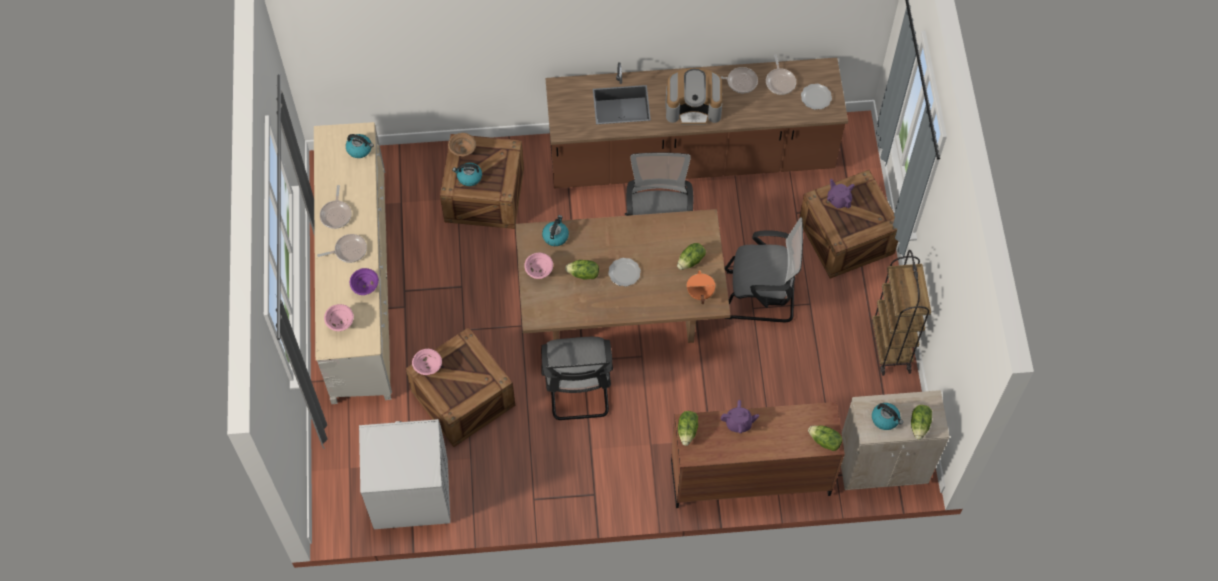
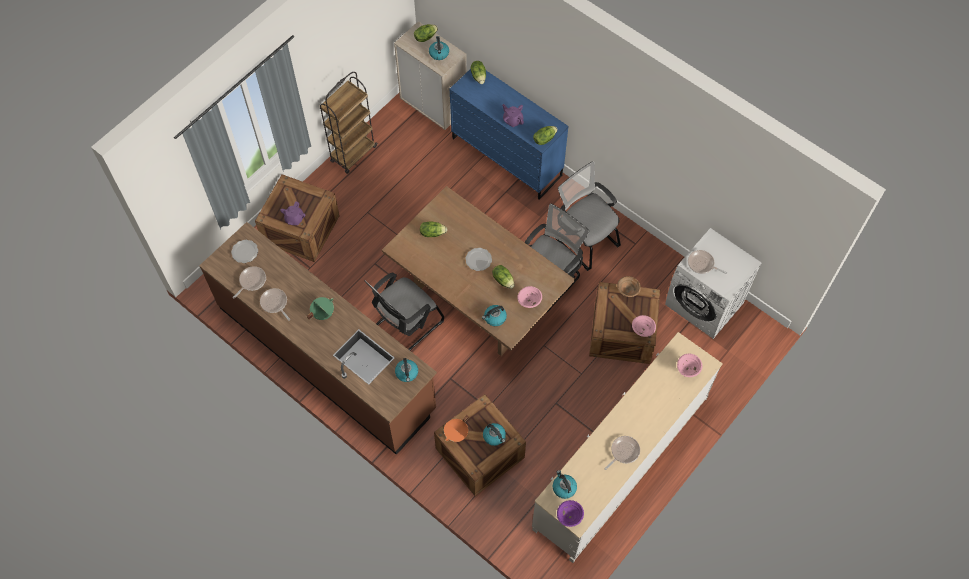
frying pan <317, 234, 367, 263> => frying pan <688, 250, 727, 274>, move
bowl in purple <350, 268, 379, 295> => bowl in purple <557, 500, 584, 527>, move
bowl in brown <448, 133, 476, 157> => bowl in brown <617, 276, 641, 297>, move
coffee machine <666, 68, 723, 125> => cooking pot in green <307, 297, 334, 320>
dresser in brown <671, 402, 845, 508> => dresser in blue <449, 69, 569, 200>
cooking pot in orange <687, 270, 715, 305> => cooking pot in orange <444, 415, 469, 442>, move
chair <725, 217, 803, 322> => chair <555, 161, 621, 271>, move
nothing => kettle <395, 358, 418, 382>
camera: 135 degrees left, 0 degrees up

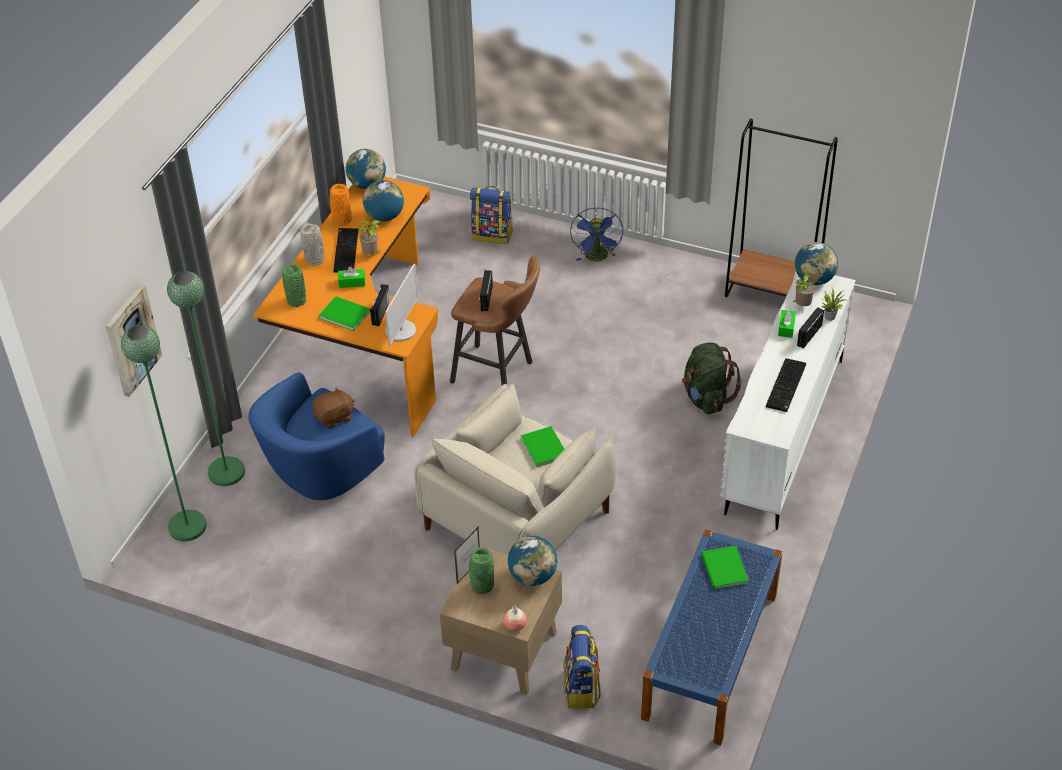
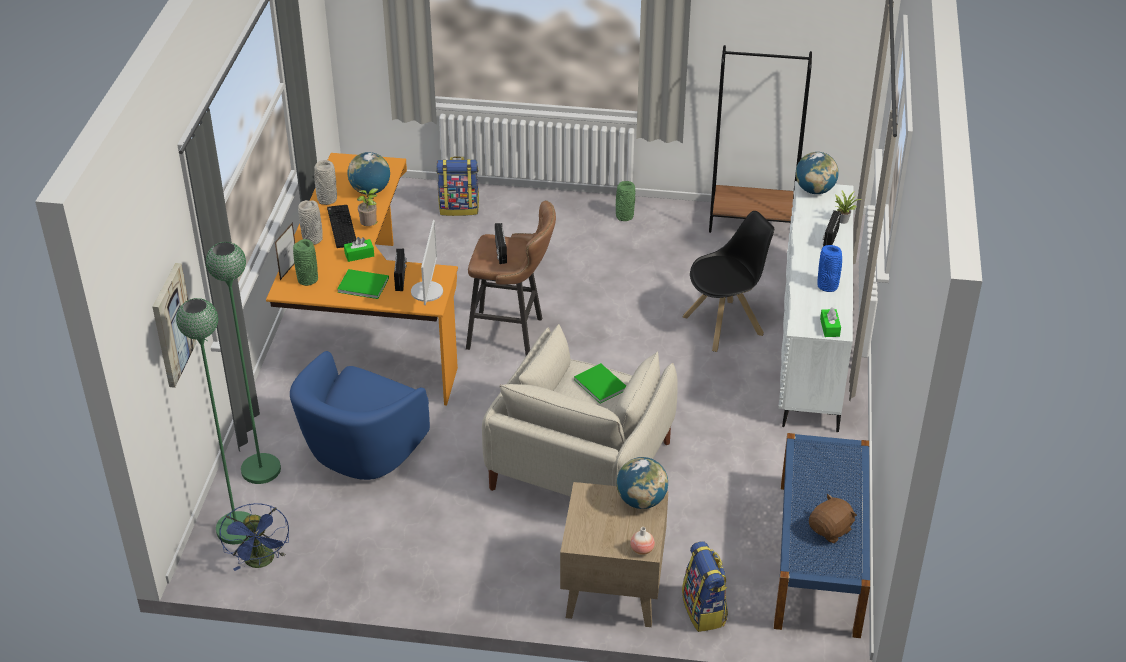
plush toy in brown <313, 387, 355, 428> => plush toy in brown <809, 494, 857, 543>, move
vase in orange <330, 184, 352, 226> => vase in grey <314, 160, 337, 205>
globe <346, 149, 386, 189> => nothing
picture frame <454, 527, 480, 584> => picture frame <275, 222, 295, 280>, move
vase in green <469, 547, 494, 594> => vase in green <616, 181, 636, 221>, move
fan in blue <570, 208, 623, 262> => fan in blue <220, 503, 289, 571>, move
backpack in green <682, 342, 742, 414> => chair in black <683, 211, 774, 352>
book in green <701, 546, 749, 589> => nothing
keyboard <766, 358, 806, 412> => vase in blue <817, 245, 842, 292>
tissue box in green <778, 309, 796, 338> => tissue box in green <820, 307, 841, 337>, move
potted plant <792, 268, 815, 306> => nothing
camera: 15 degrees left, 5 degrees down

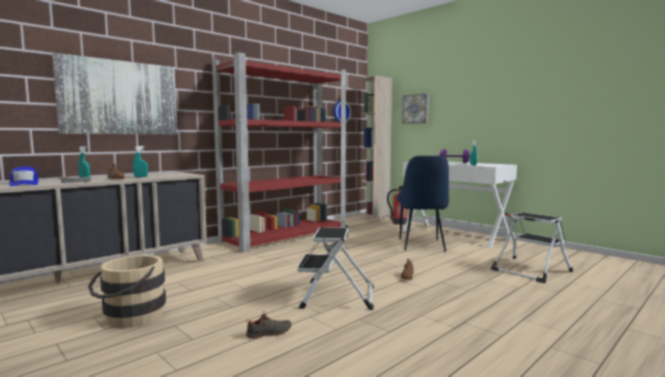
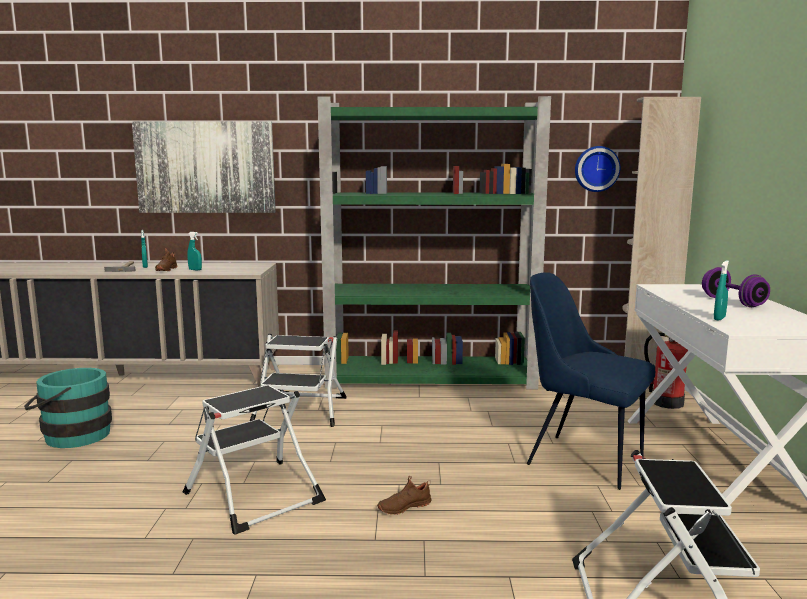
cap in blue <9, 166, 39, 186> => nothing
bucket in beige <88, 255, 166, 328> => bucket in turquoise <24, 368, 112, 448>
bookcase in red <212, 52, 346, 252> => bookcase in green <318, 96, 551, 390>
shoe in black <246, 311, 292, 339> => nothing
chair in blue <397, 156, 449, 252> => chair in blue <527, 272, 655, 490>, 75 degrees clockwise
picture <402, 93, 429, 124> => nothing
nothing => step ladder <250, 334, 347, 427>
camera: 45 degrees right, 5 degrees up

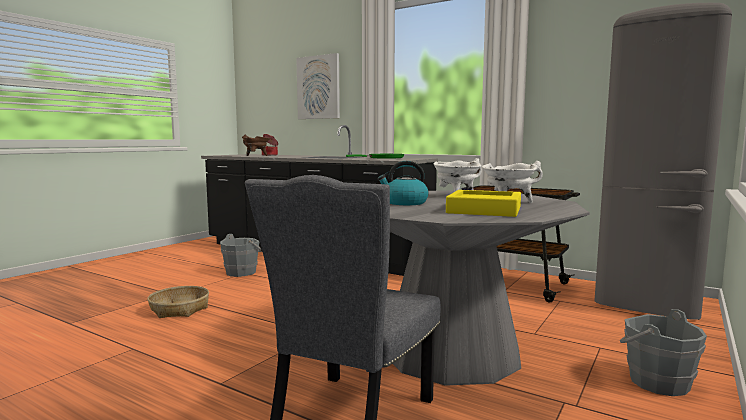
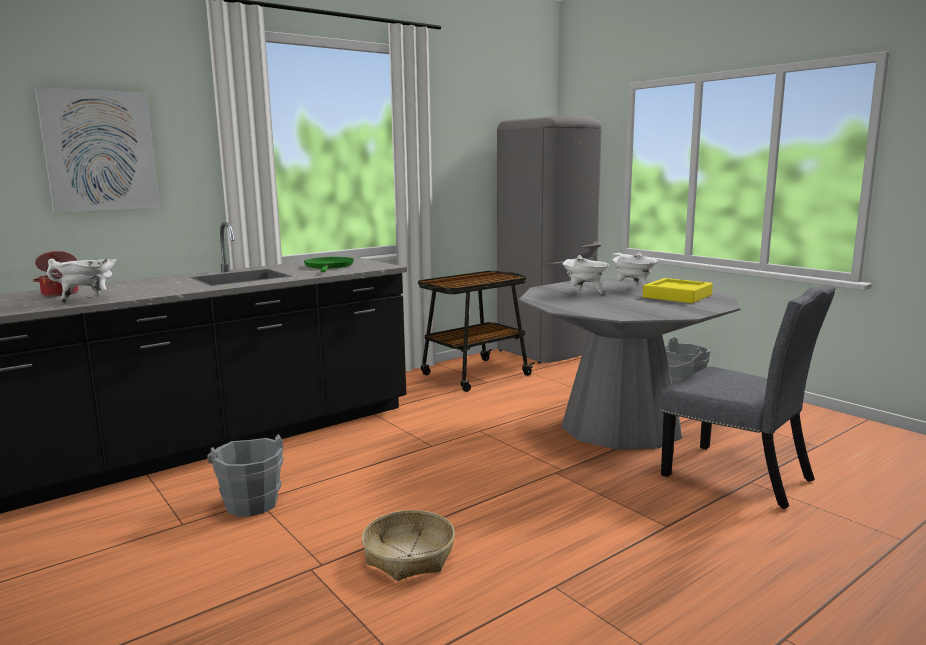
cooking pot in brown <242, 135, 270, 156> => cooking pot in white <47, 259, 116, 303>
kettle <377, 161, 429, 205> => nothing
camera: 70 degrees left, 5 degrees up

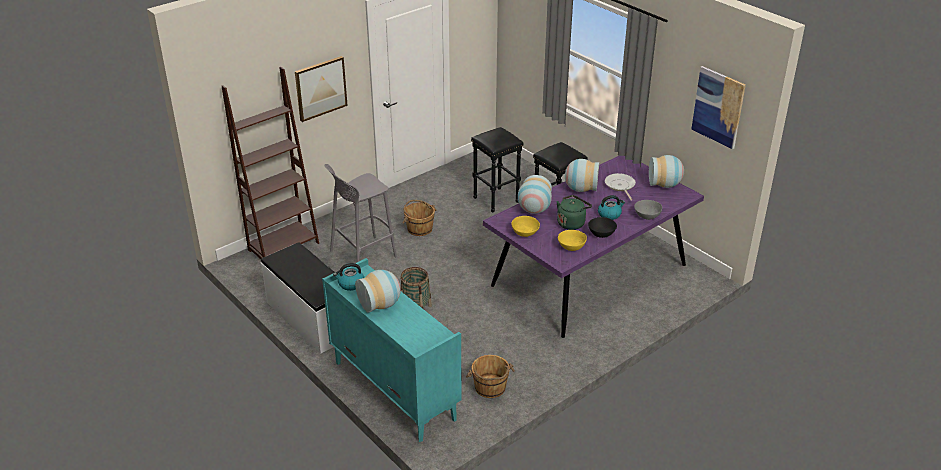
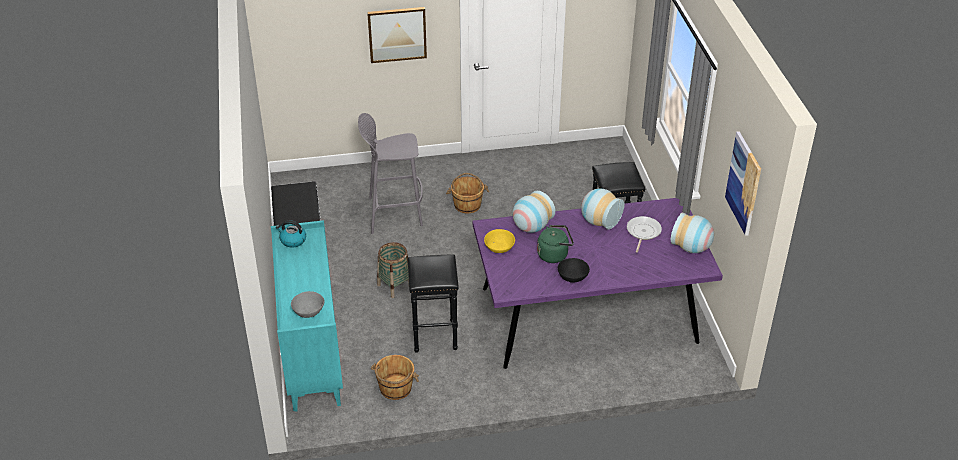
bookcase in brown <222, 67, 319, 259> => nothing
vase <355, 270, 401, 313> => nothing
stool in black <471, 127, 523, 212> => stool in black <408, 254, 459, 353>, move
bowl in yellow <558, 230, 587, 251> => nothing
kettle <598, 195, 625, 220> => nothing
bowl in grey <634, 200, 662, 220> => bowl in grey <291, 291, 324, 318>, move
camera: 30 degrees right, 5 degrees up

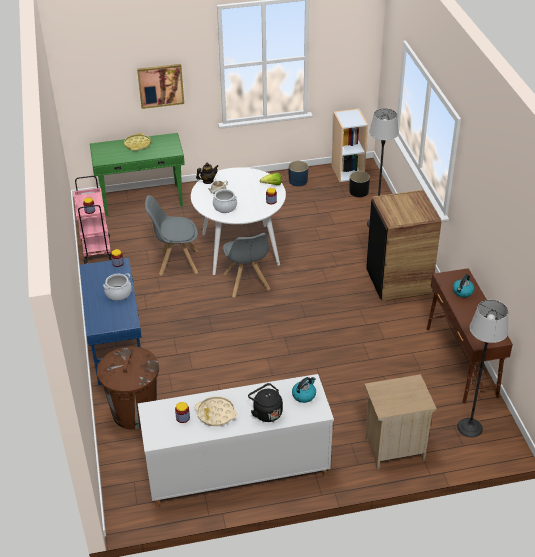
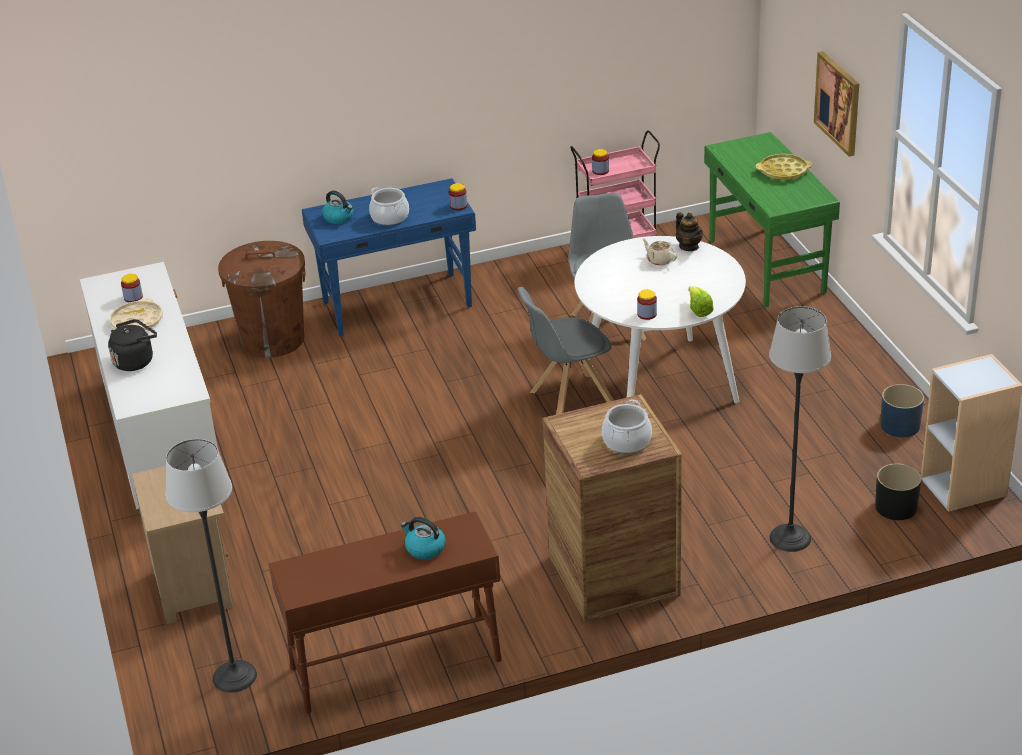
cooking pot <212, 189, 237, 213> => cooking pot <602, 400, 652, 453>, move
kettle <292, 377, 316, 403> => kettle <322, 190, 354, 224>, move
camera: 85 degrees right, 5 degrees down

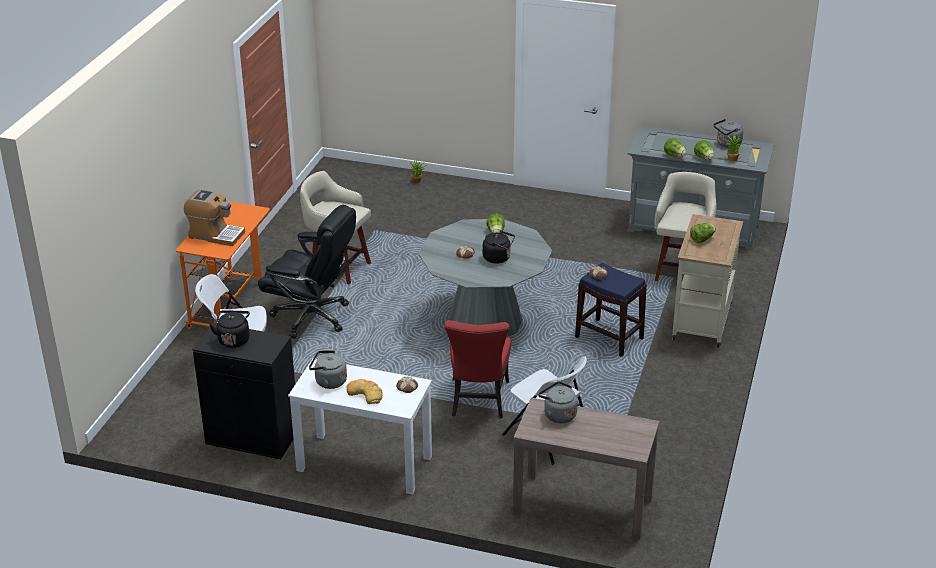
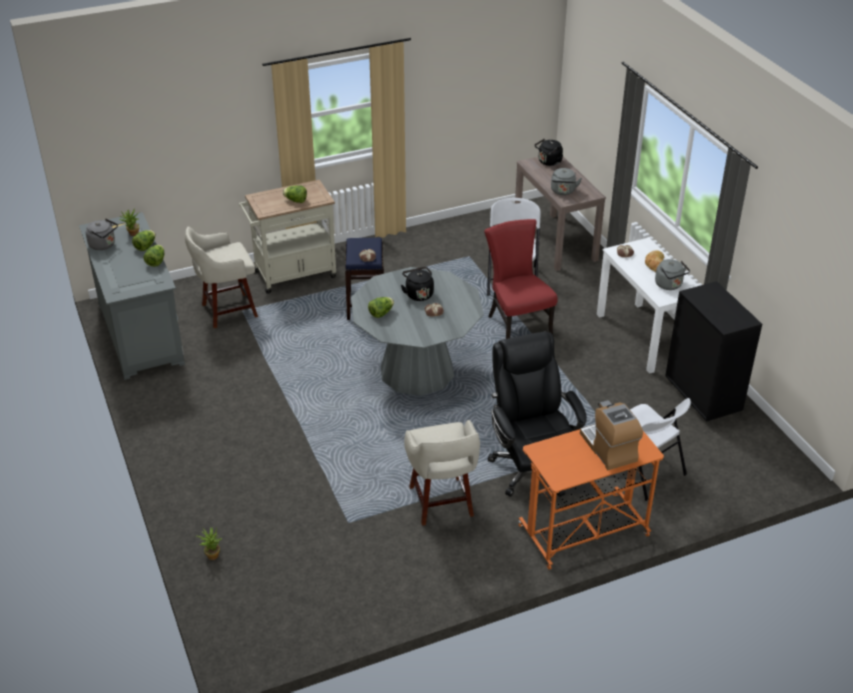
kettle in black <209, 310, 250, 348> => kettle in black <535, 139, 563, 166>, move
chair in red <444, 320, 512, 419> => chair in red <484, 219, 558, 339>, 75 degrees counterclockwise
camera: 130 degrees left, 5 degrees up

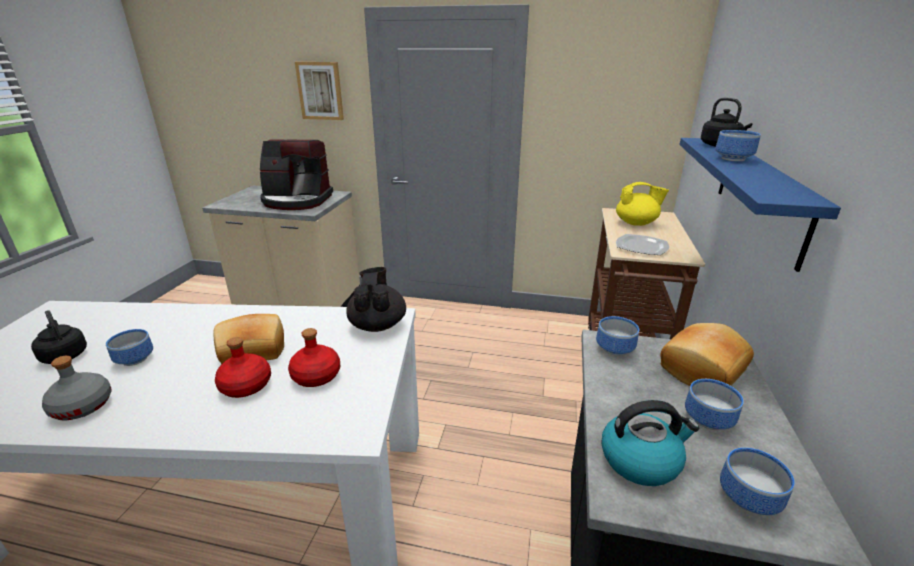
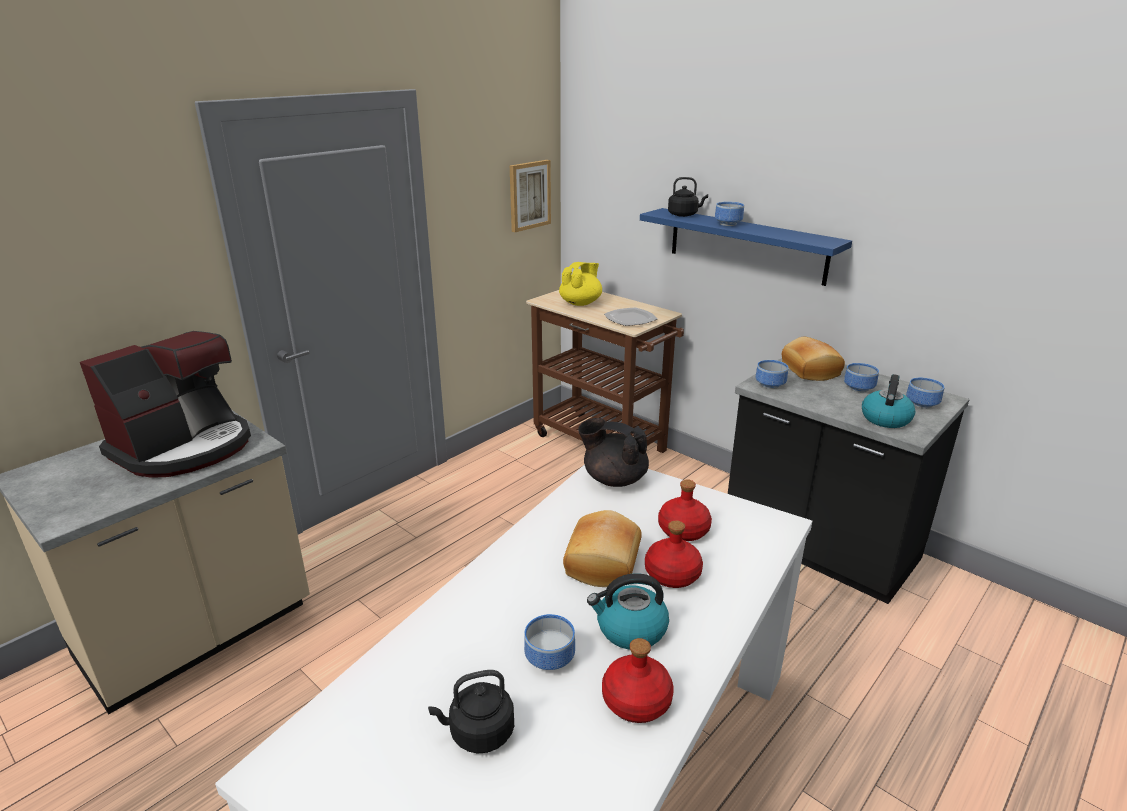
bottle in grey <42, 356, 111, 420> => bottle in red <602, 638, 674, 723>
picture <295, 62, 344, 120> => picture <510, 160, 551, 232>, move
nothing => kettle <587, 573, 669, 650>
camera: 60 degrees left, 0 degrees up

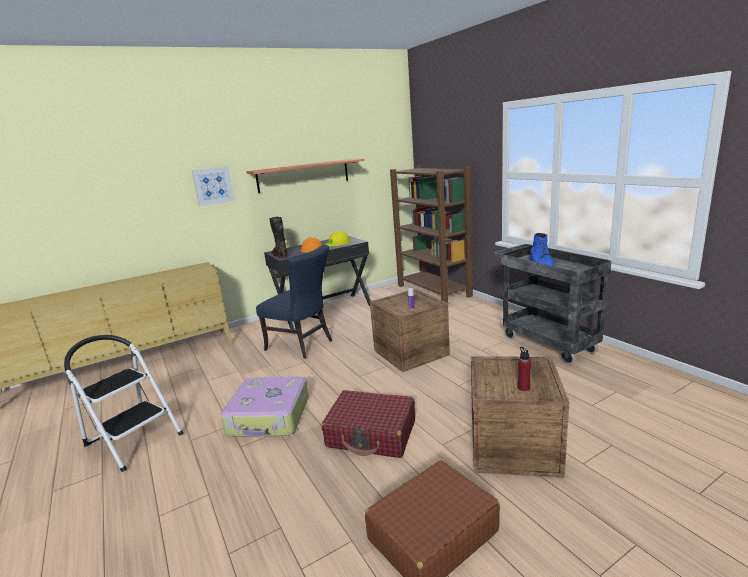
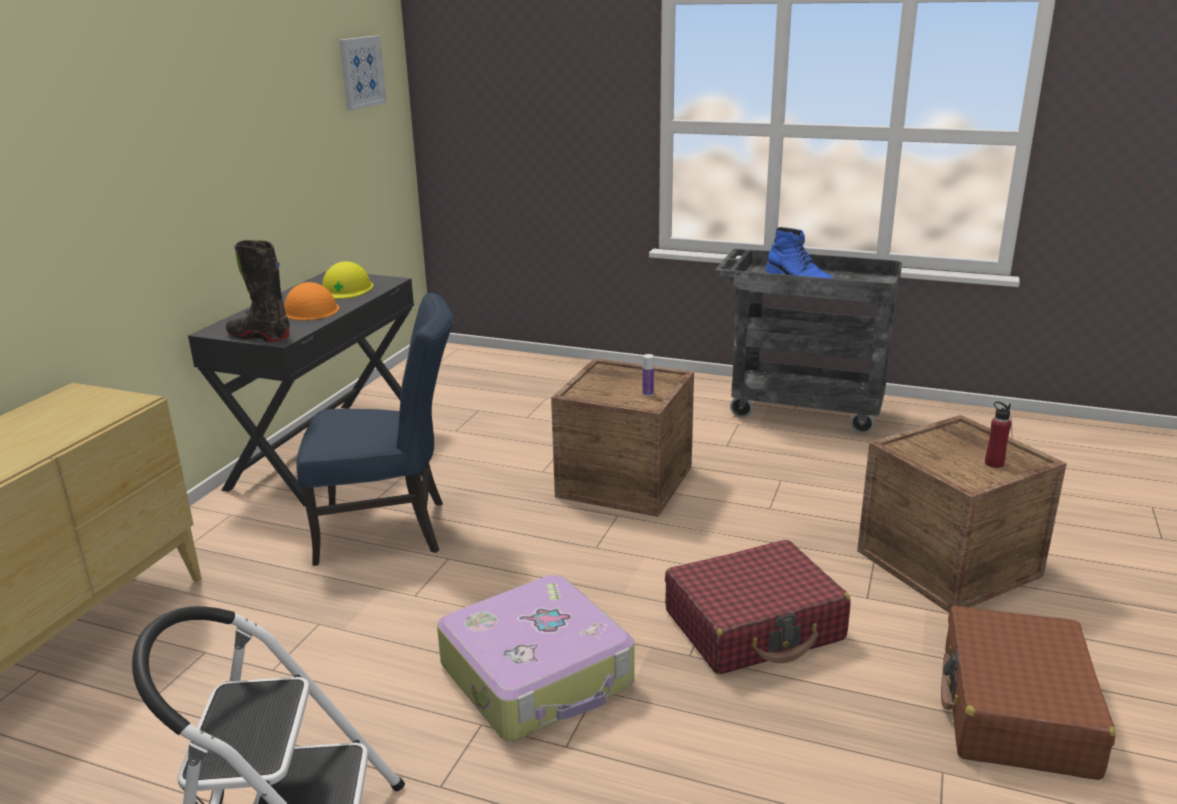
picture <192, 166, 235, 206> => picture <339, 36, 387, 111>, move
shelf <246, 159, 365, 193> => nothing
bookcase in brown <390, 166, 473, 303> => nothing
camera: 40 degrees left, 5 degrees up

